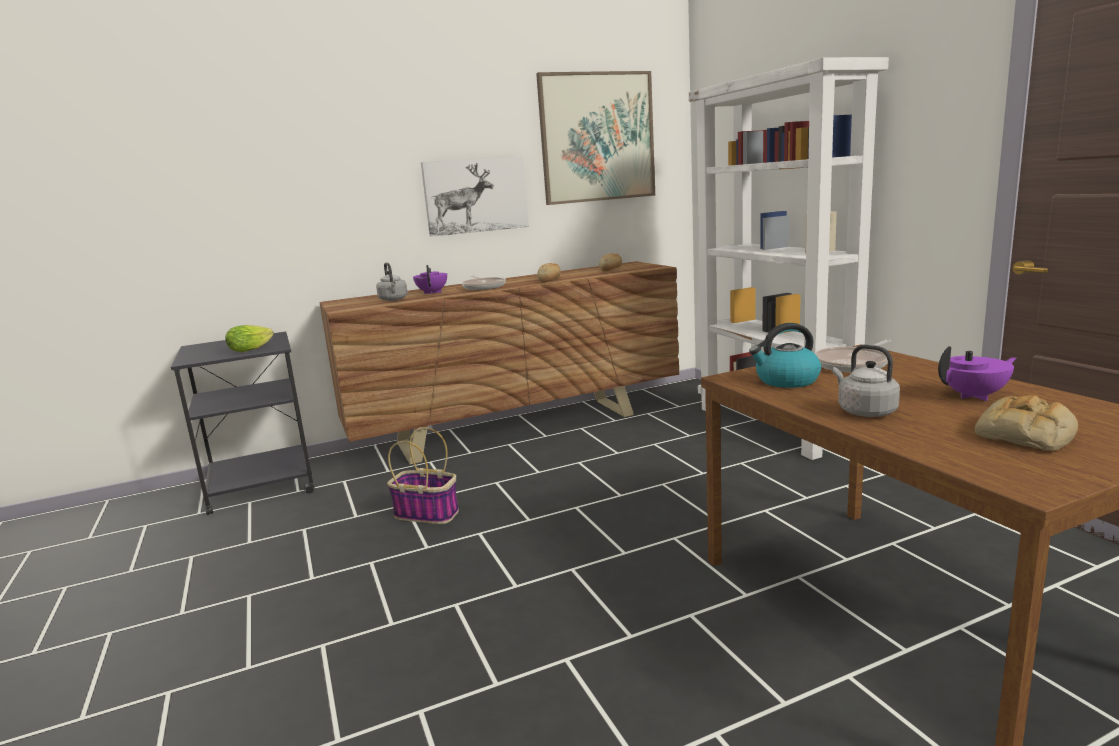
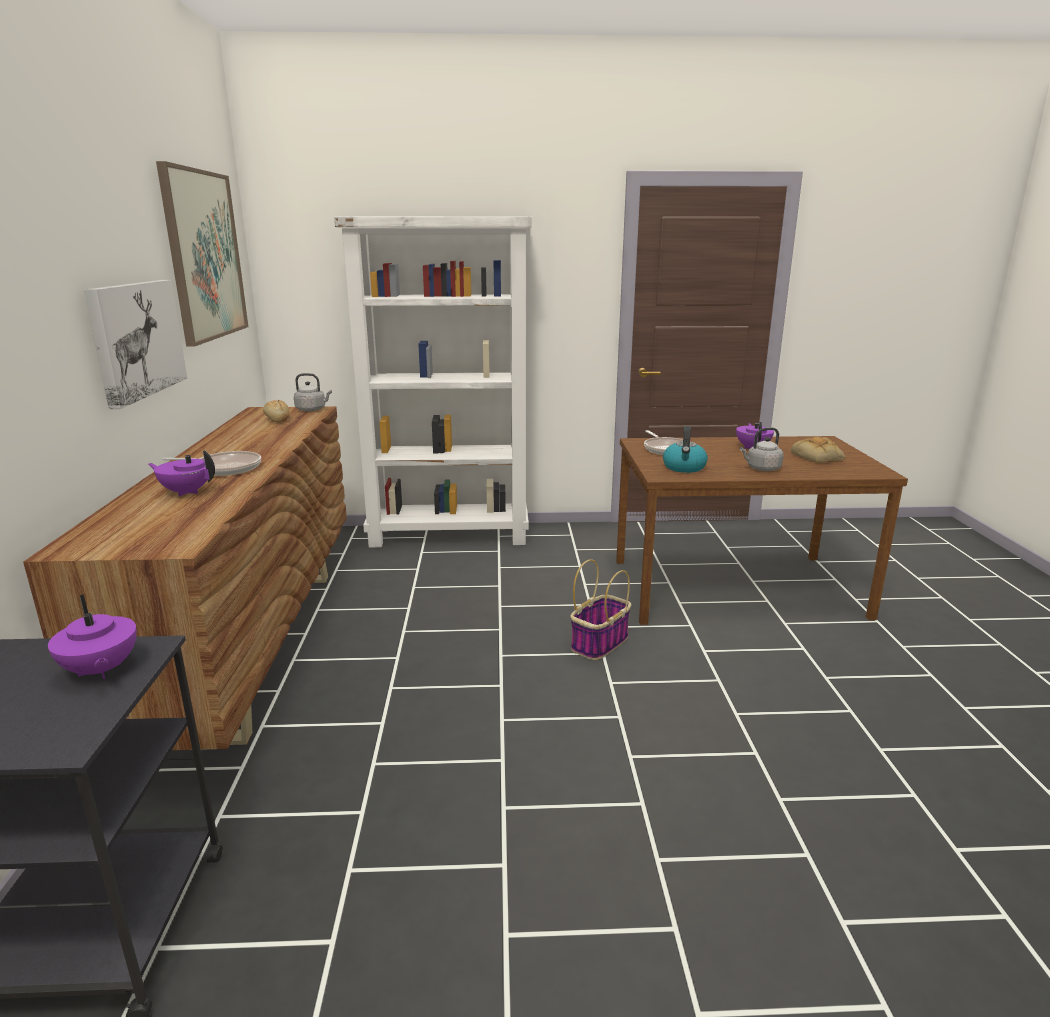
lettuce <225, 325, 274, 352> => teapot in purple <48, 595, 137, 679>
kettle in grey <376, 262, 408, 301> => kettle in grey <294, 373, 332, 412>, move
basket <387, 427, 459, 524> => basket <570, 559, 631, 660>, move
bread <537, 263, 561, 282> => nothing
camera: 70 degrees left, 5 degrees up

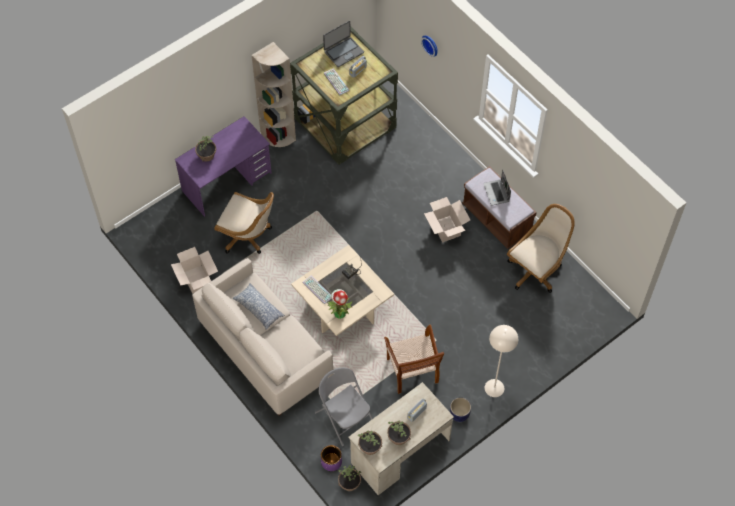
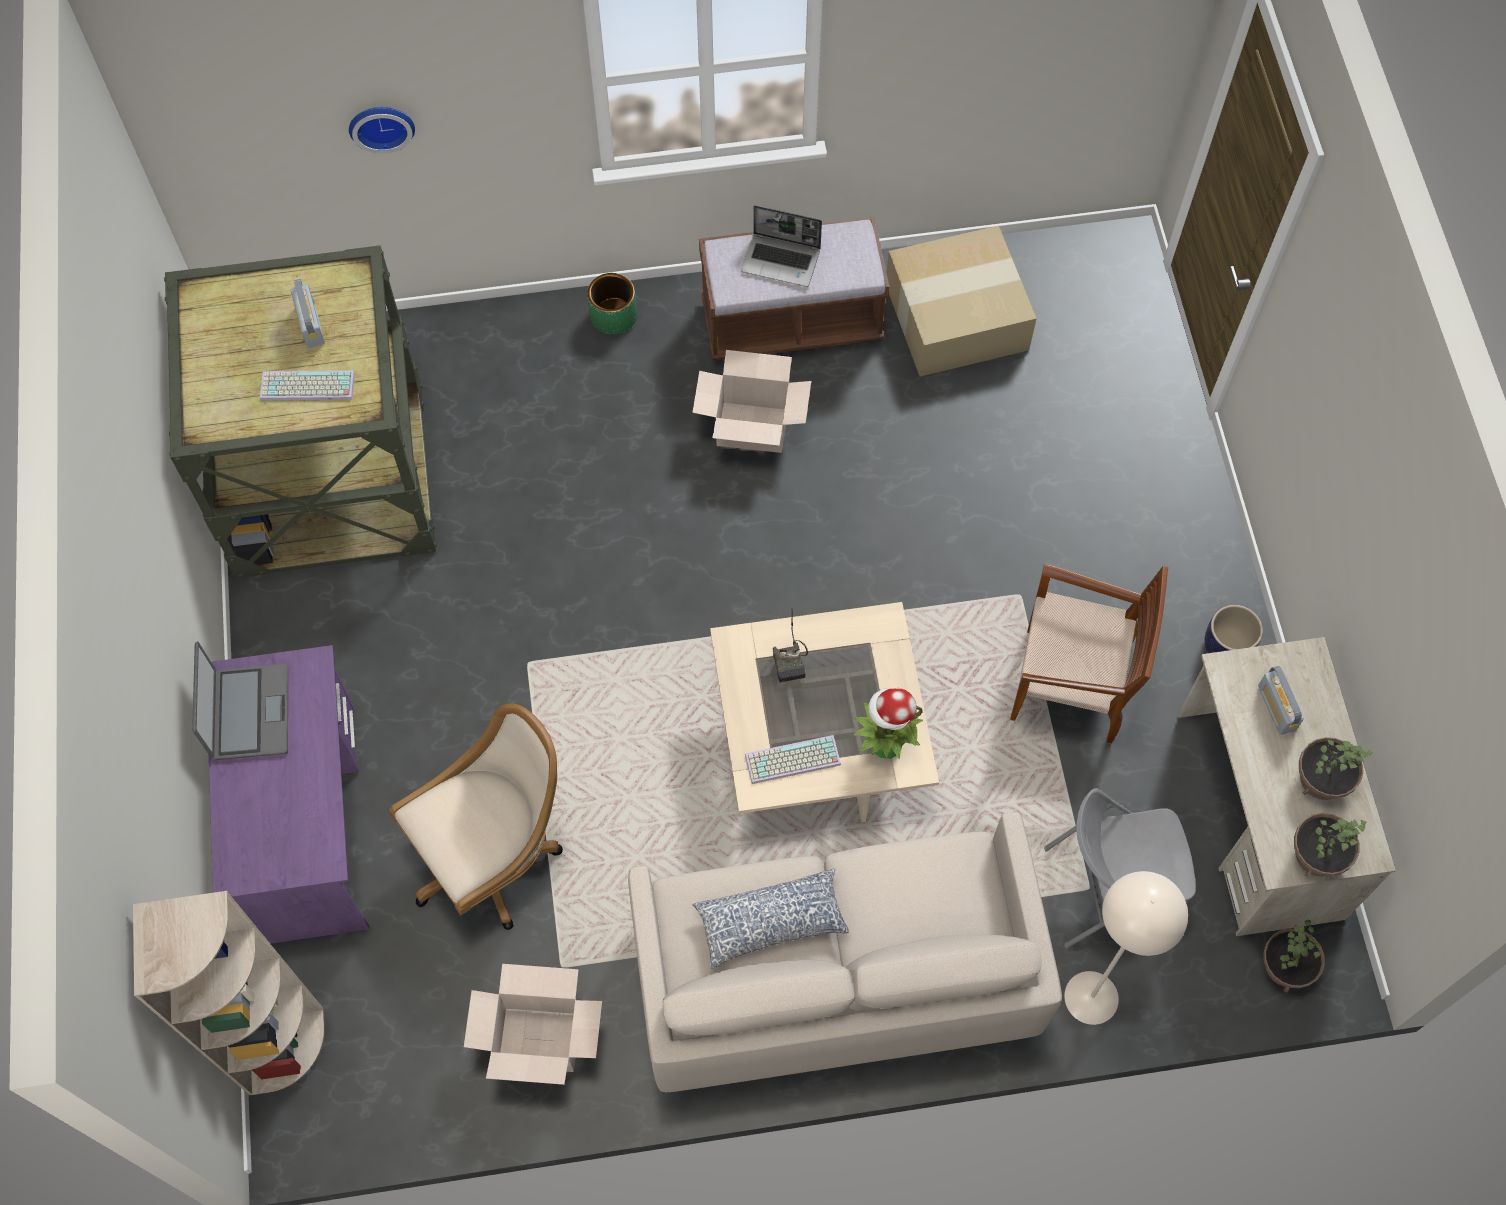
potted plant <195, 135, 216, 162> => nothing
bookcase in beige <252, 42, 296, 147> => bookcase in beige <133, 891, 324, 1095>, move
planter in purple <321, 445, 342, 471> => nothing
laptop <323, 21, 364, 67> => laptop <192, 641, 288, 760>, move
floor lamp in beige <485, 325, 518, 397> => floor lamp in beige <1064, 871, 1188, 1025>, move
office chair <507, 204, 575, 293> => cardboard box <886, 225, 1037, 376>
nothing => planter in green <587, 273, 637, 335>
camera: 60 degrees left, 5 degrees up

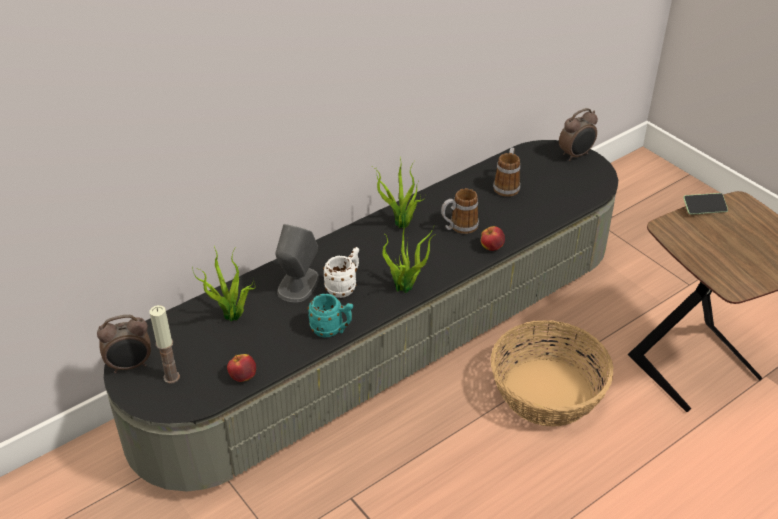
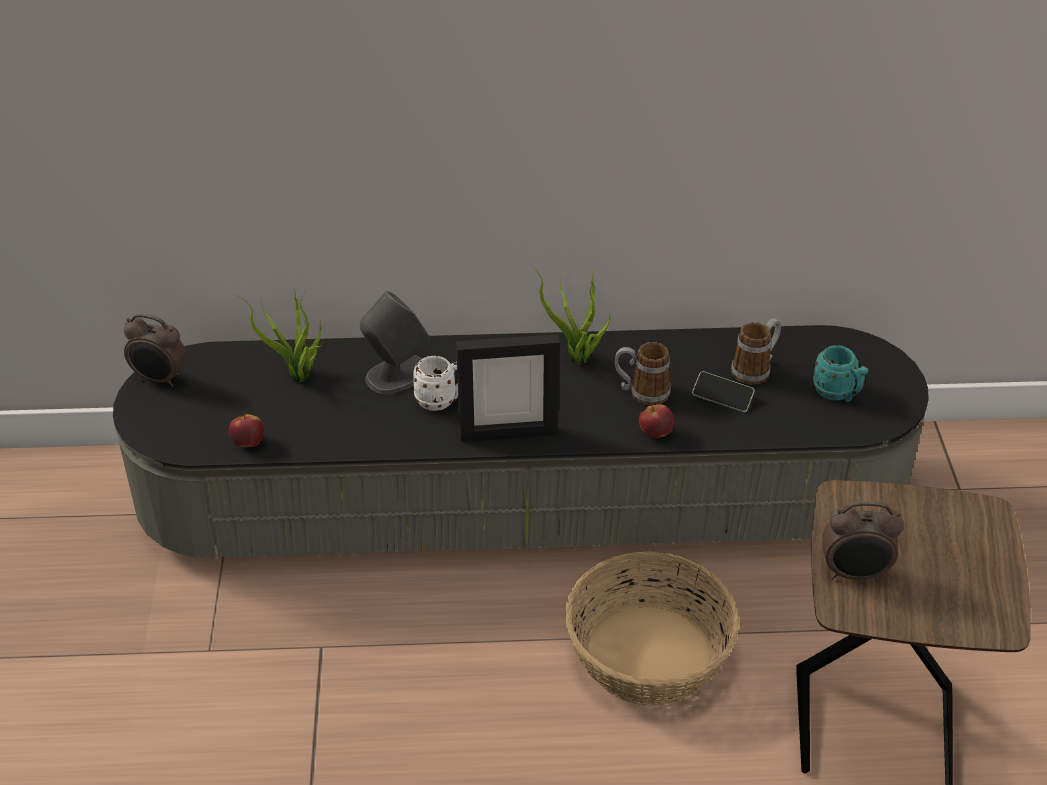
candle <150, 305, 180, 384> => nothing
mug in turquoise <308, 294, 353, 338> => mug in turquoise <813, 345, 868, 402>, move
potted plant <382, 220, 436, 293> => picture frame <456, 334, 560, 442>
alarm clock <559, 108, 598, 161> => alarm clock <823, 501, 904, 581>, move
phone <683, 193, 728, 215> => phone <692, 371, 755, 412>, move
camera: 35 degrees right, 0 degrees up

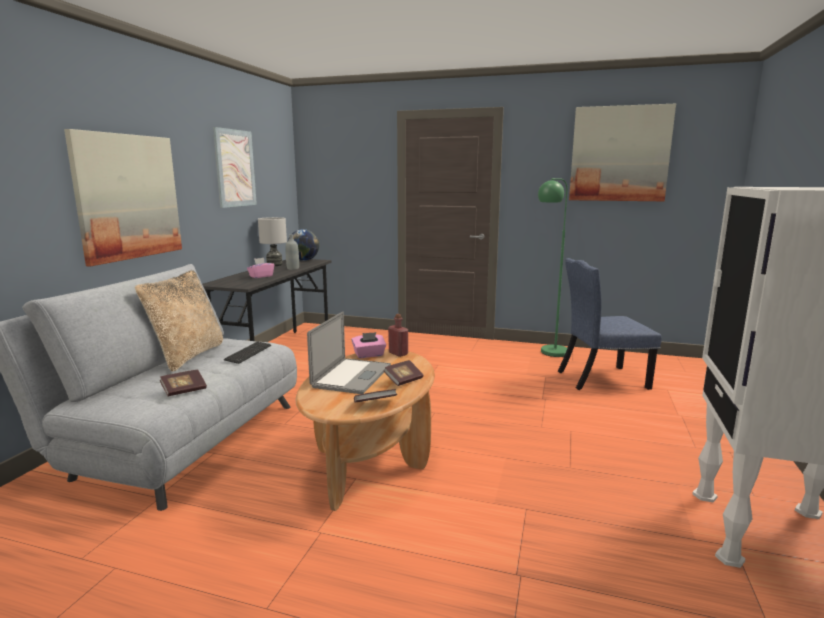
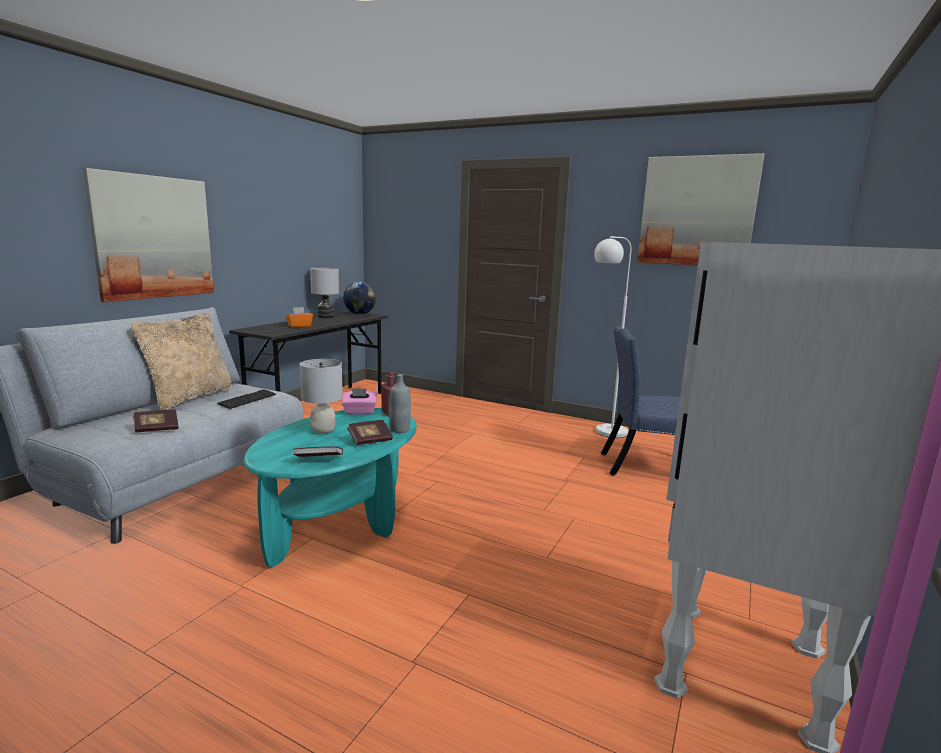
picture <213, 127, 257, 208> => nothing
tissue box in pink <247, 258, 274, 278> => tissue box in orange <286, 307, 313, 327>
bottle in grey <285, 235, 299, 270> => bottle in grey <389, 374, 411, 433>, move
coffee table in brown <296, 349, 435, 511> => coffee table in turquoise <243, 408, 417, 568>
laptop <307, 311, 391, 394> => table lamp in grey <300, 359, 343, 434>
floor lamp in green <538, 178, 568, 357> => floor lamp in white <594, 236, 632, 438>
camera: 10 degrees right, 0 degrees up

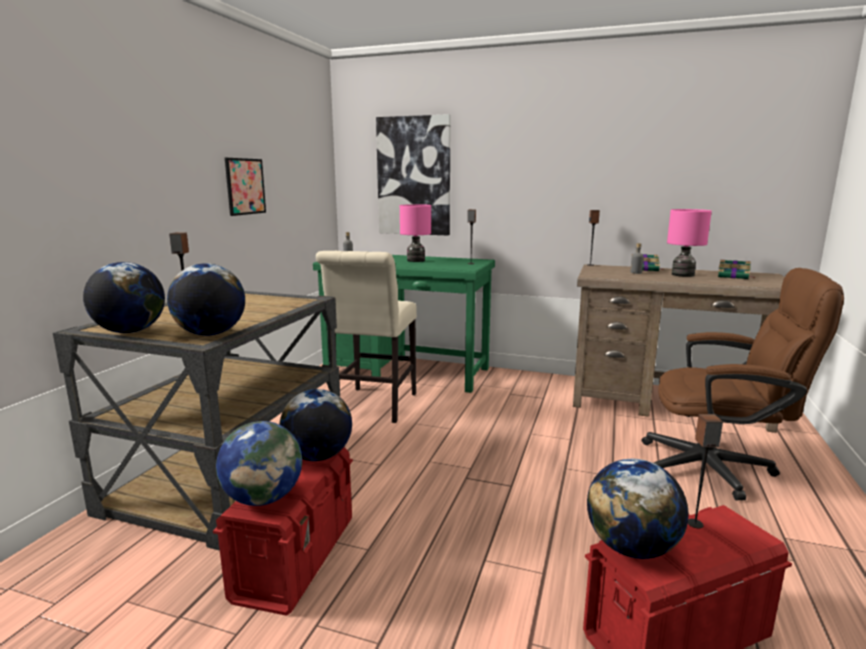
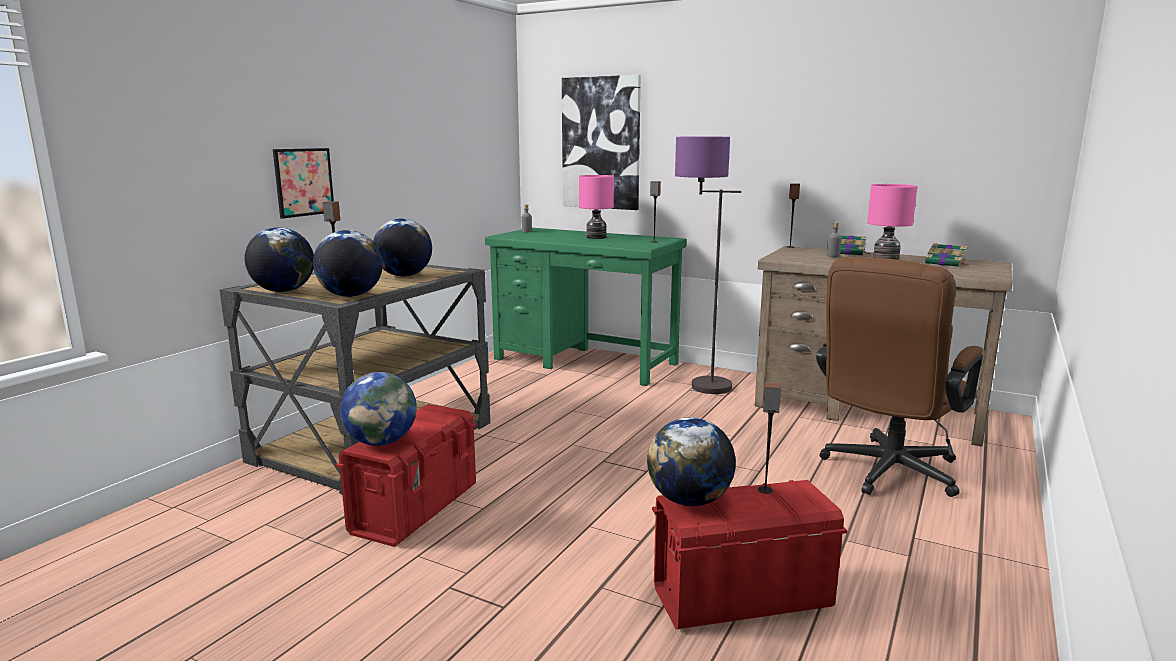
picture <225, 158, 266, 216> => picture <273, 148, 334, 219>, move
globe <280, 389, 352, 461> => globe <373, 218, 432, 277>, move
stool in beige <316, 251, 417, 423> => nothing
office chair in brown <642, 268, 844, 500> => office chair in brown <816, 257, 983, 497>, 105 degrees clockwise
nothing => floor lamp in purple <675, 137, 741, 394>
camera: 10 degrees right, 0 degrees up

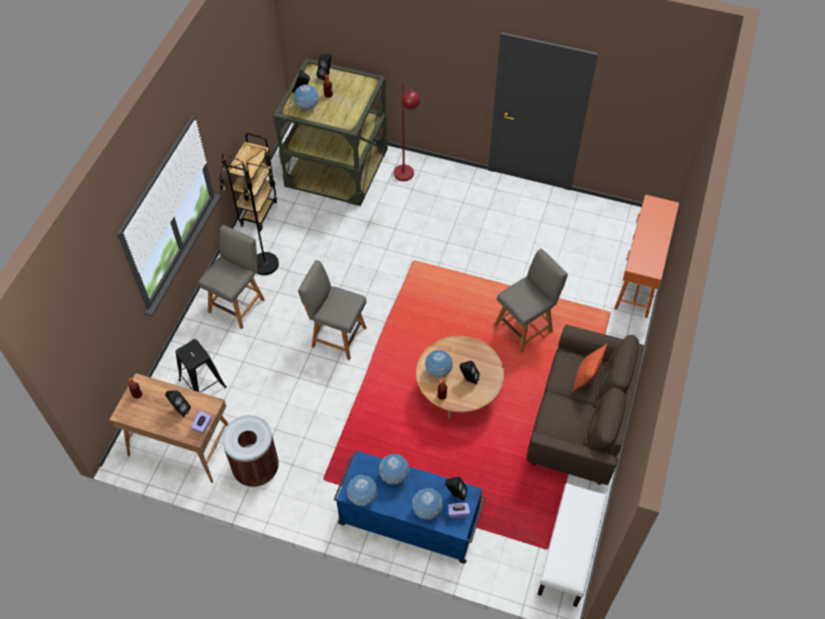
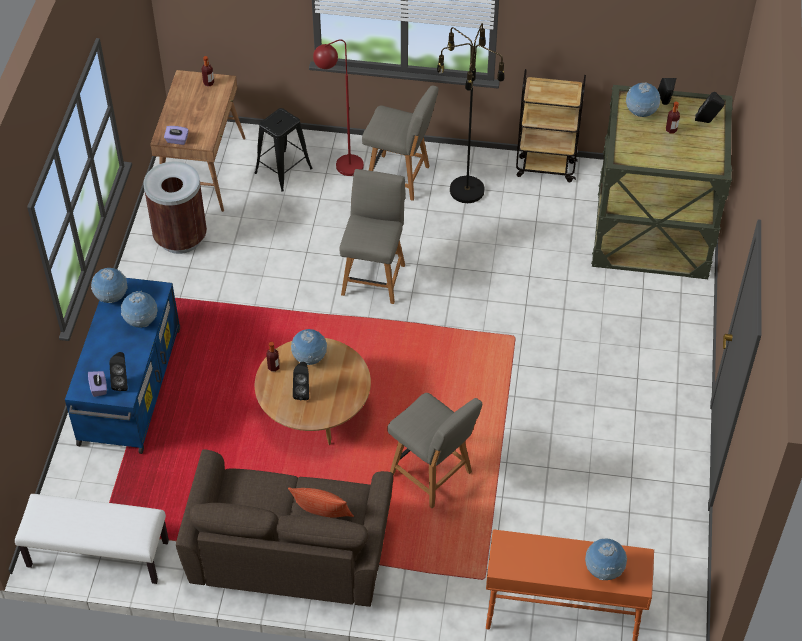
speaker in black <165, 390, 191, 417> => nothing
floor lamp in red <394, 84, 420, 181> => floor lamp in red <313, 40, 364, 176>, move
globe <412, 488, 443, 520> => globe <585, 538, 627, 580>, move
camera: 80 degrees right, 5 degrees down

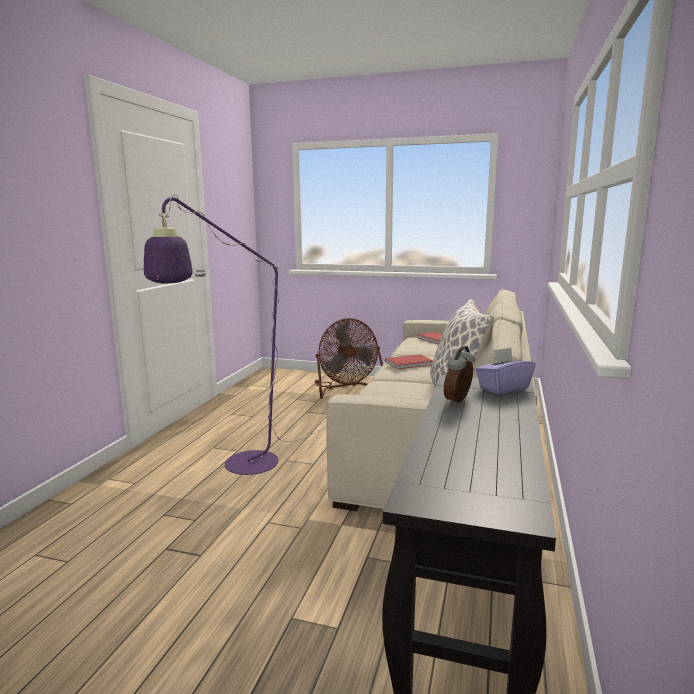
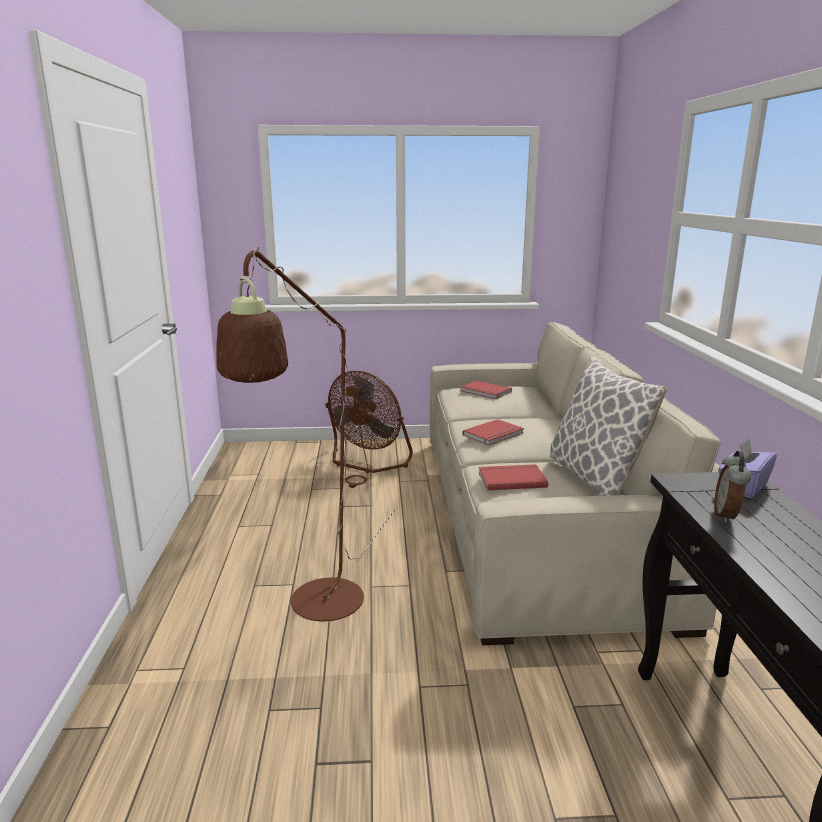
floor lamp in purple <144, 194, 325, 475> => floor lamp in brown <216, 246, 395, 621>
fan in brown <315, 318, 383, 399> => fan in brown <325, 371, 413, 488>, 105 degrees counterclockwise
nothing => book in red <479, 464, 548, 490>
camera: 20 degrees left, 5 degrees up

